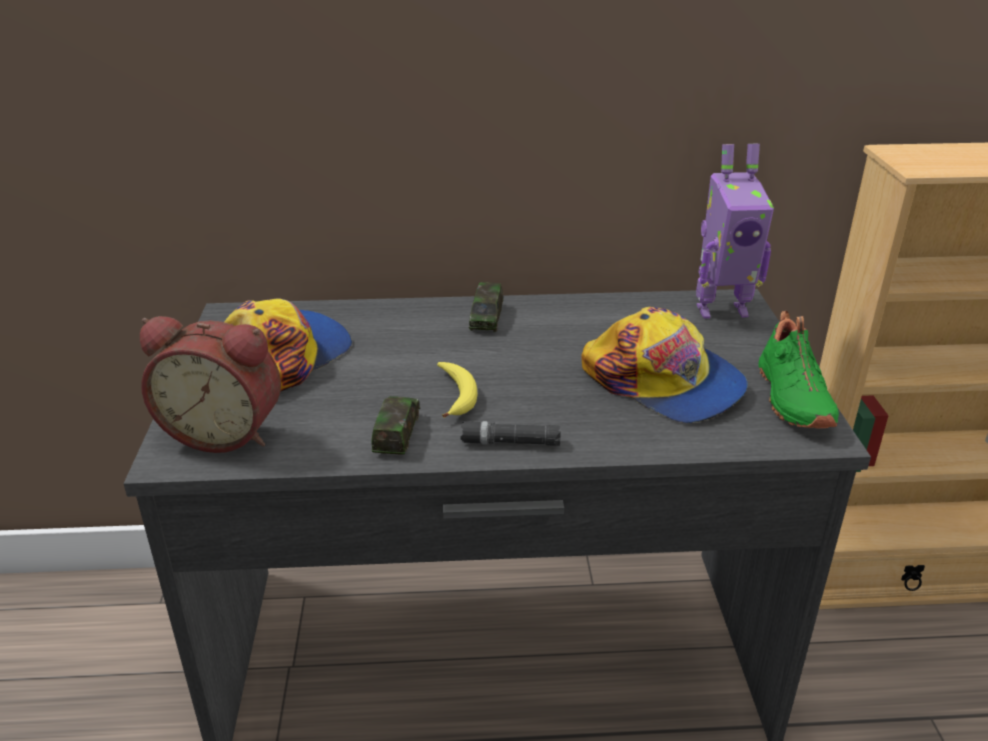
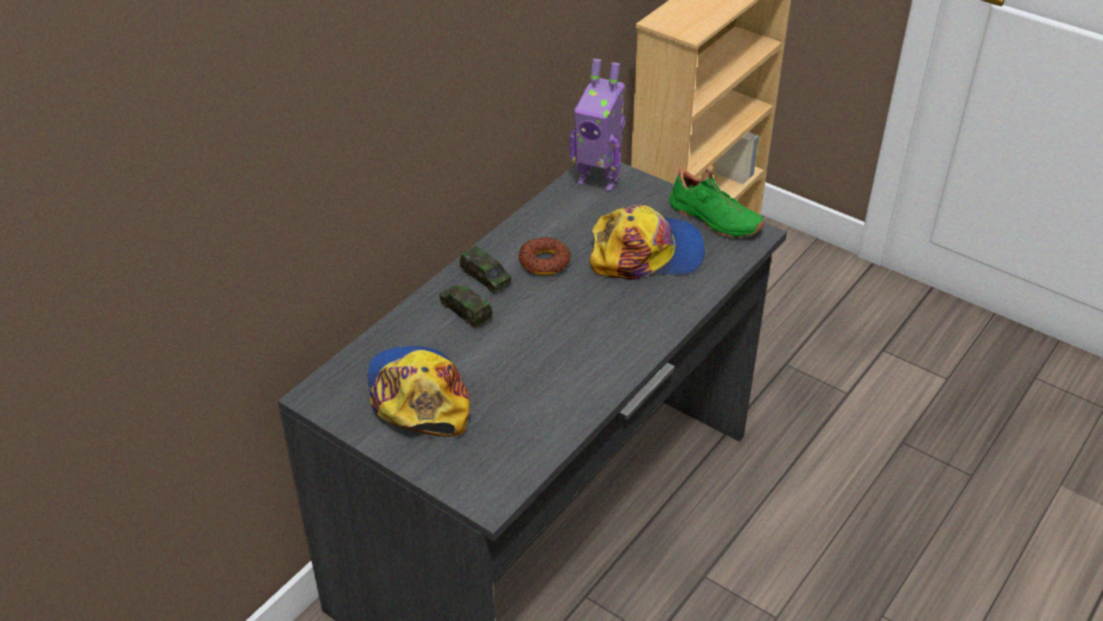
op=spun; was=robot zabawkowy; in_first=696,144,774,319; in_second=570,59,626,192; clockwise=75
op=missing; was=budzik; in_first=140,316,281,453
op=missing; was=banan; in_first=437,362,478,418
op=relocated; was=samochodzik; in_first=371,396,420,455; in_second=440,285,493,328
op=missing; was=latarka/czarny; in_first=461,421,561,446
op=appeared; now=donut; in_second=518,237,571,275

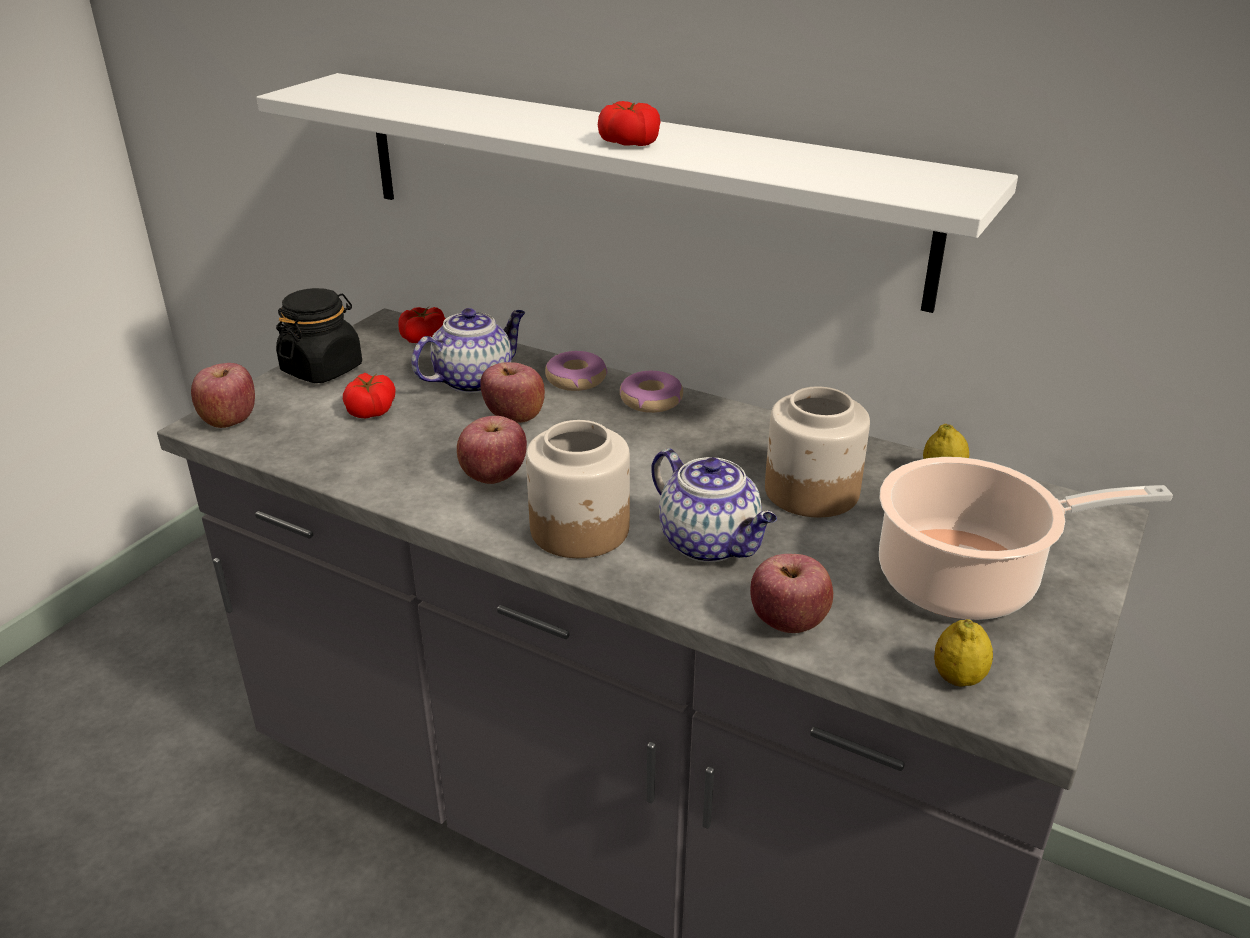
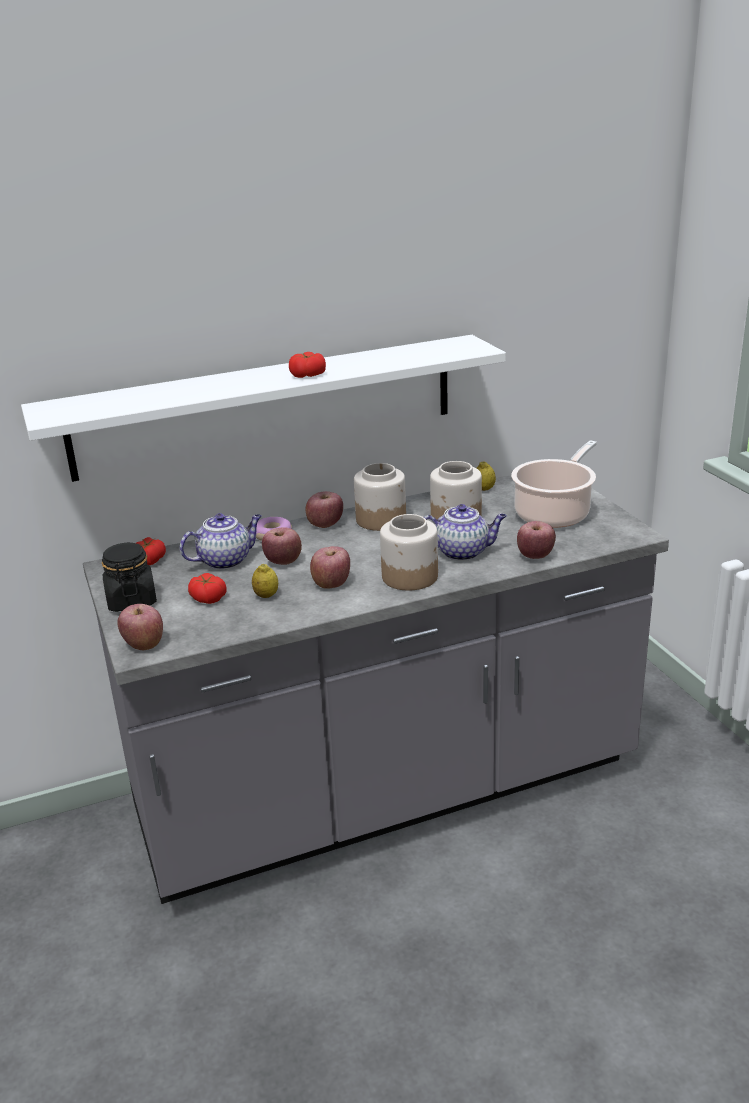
op=spun; was=imbryk; in_first=411,308,526,393; in_second=180,513,262,570; clockwise=60
op=exchanged; was=donut; now=jabłko; in_first=620,371,683,413; in_second=306,491,343,528
op=relocated; was=cytryna; in_first=934,619,993,687; in_second=252,564,278,598
op=appeared; now=słoik; in_second=354,463,406,531

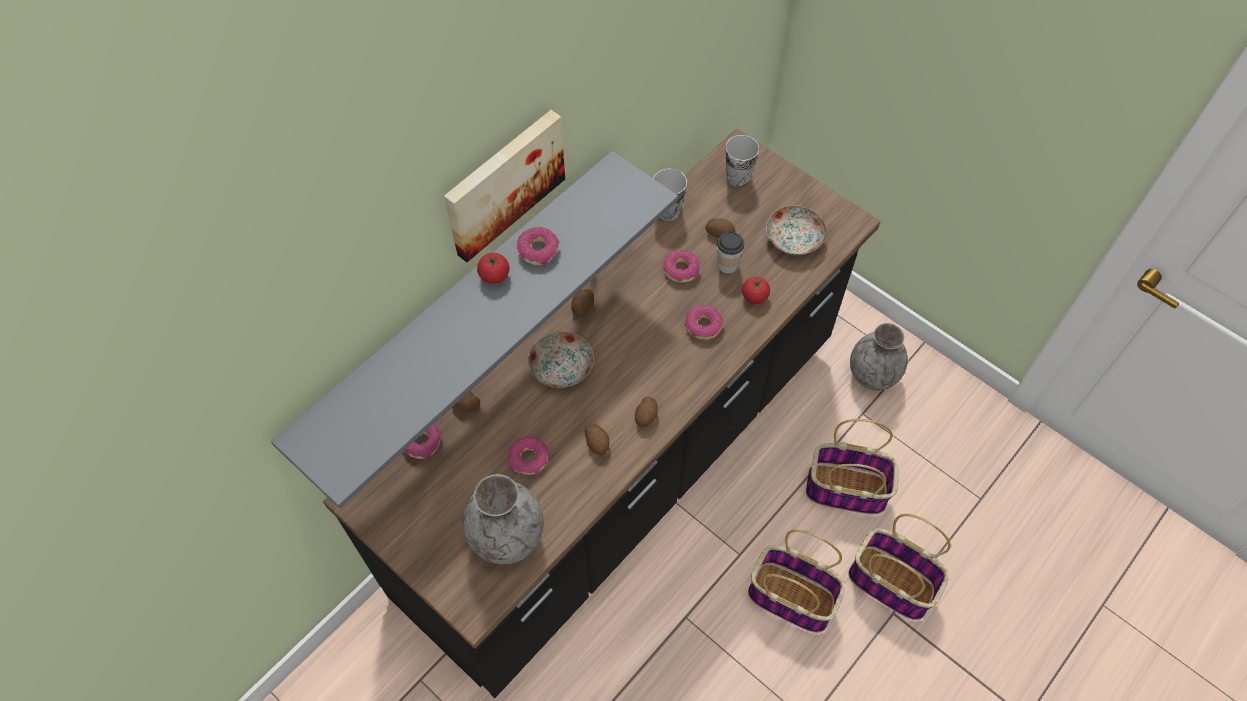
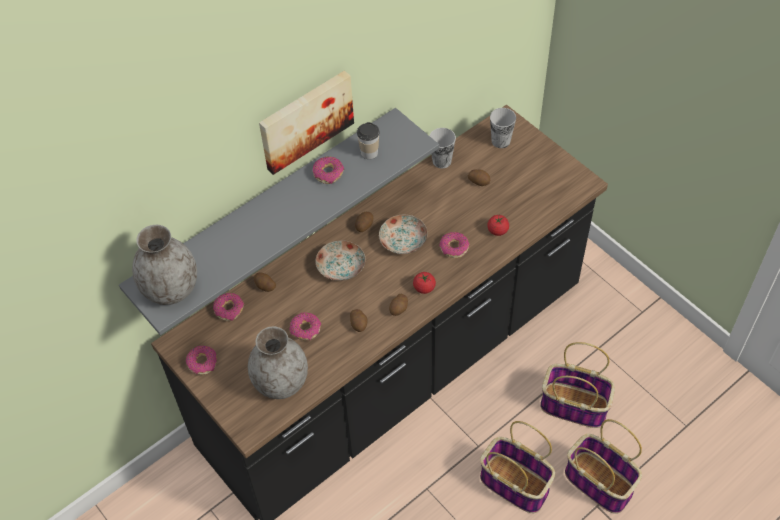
op=relocated; was=talerz; in_first=766,205,827,255; in_second=379,215,428,254
op=relocated; was=filiżanka; in_first=717,232,744,274; in_second=357,122,379,159
op=relocated; was=donut; in_first=663,250,700,283; in_second=186,346,217,375
op=relocated; was=pomidor; in_first=477,253,510,284; in_second=413,272,436,294
op=relocated; was=wazon/szary; in_first=850,323,908,390; in_second=132,225,197,305

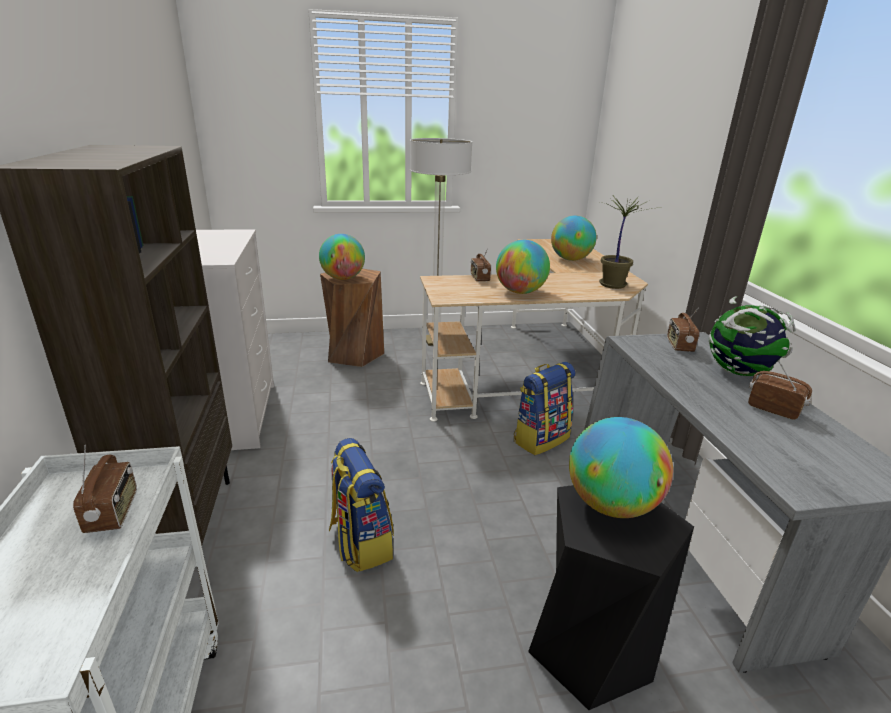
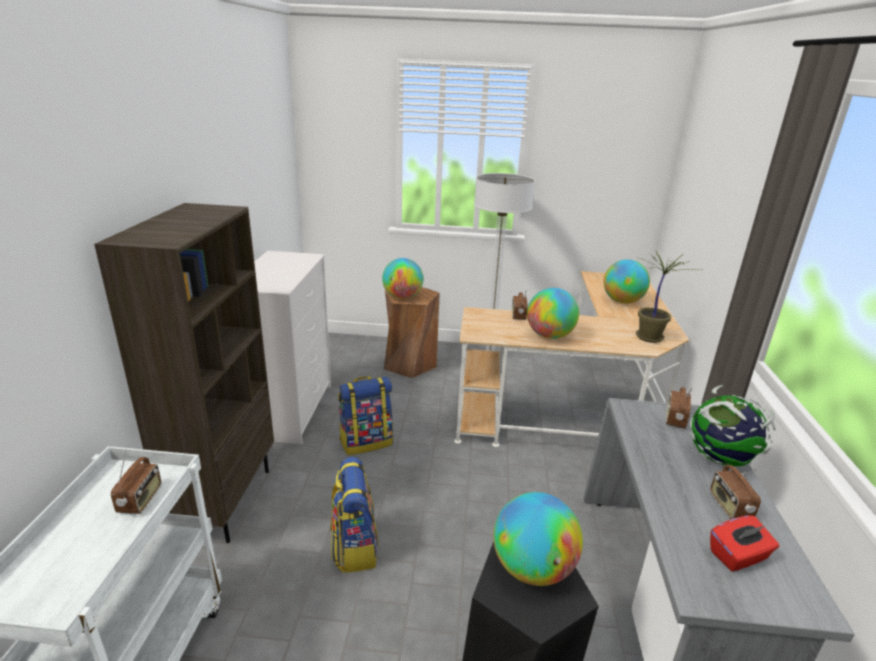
op=spun; was=radio; in_first=748,361,812,420; in_second=710,465,761,519; clockwise=-150
op=relocated; was=plecak; in_first=514,362,576,455; in_second=338,376,393,455
op=appeared; now=pudełko chusteczek/czerwony; in_second=710,515,779,572

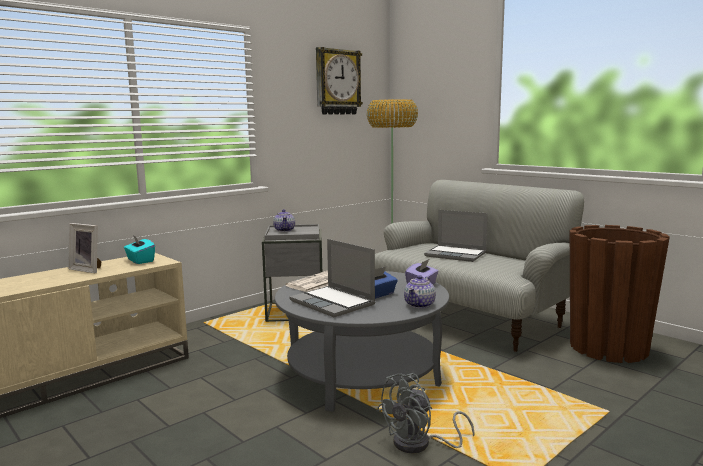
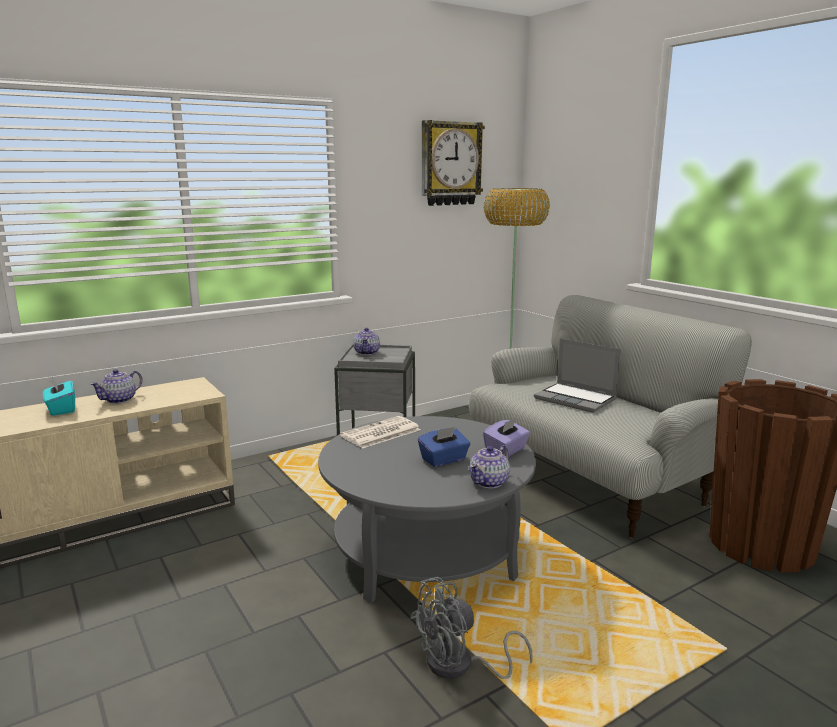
op=exchanged; was=ramka na zdjęcie; now=imbryk; in_first=68,223,102,273; in_second=90,369,143,404
op=relocated; was=pudełko chusteczek/turkusowy; in_first=124,235,155,264; in_second=43,376,75,416
op=missing; was=laptop; in_first=289,239,375,317

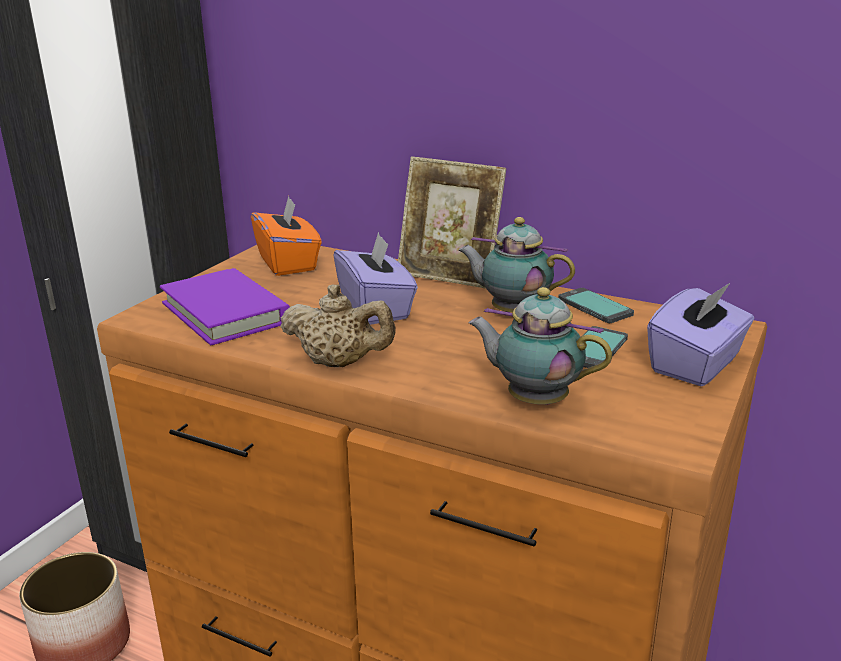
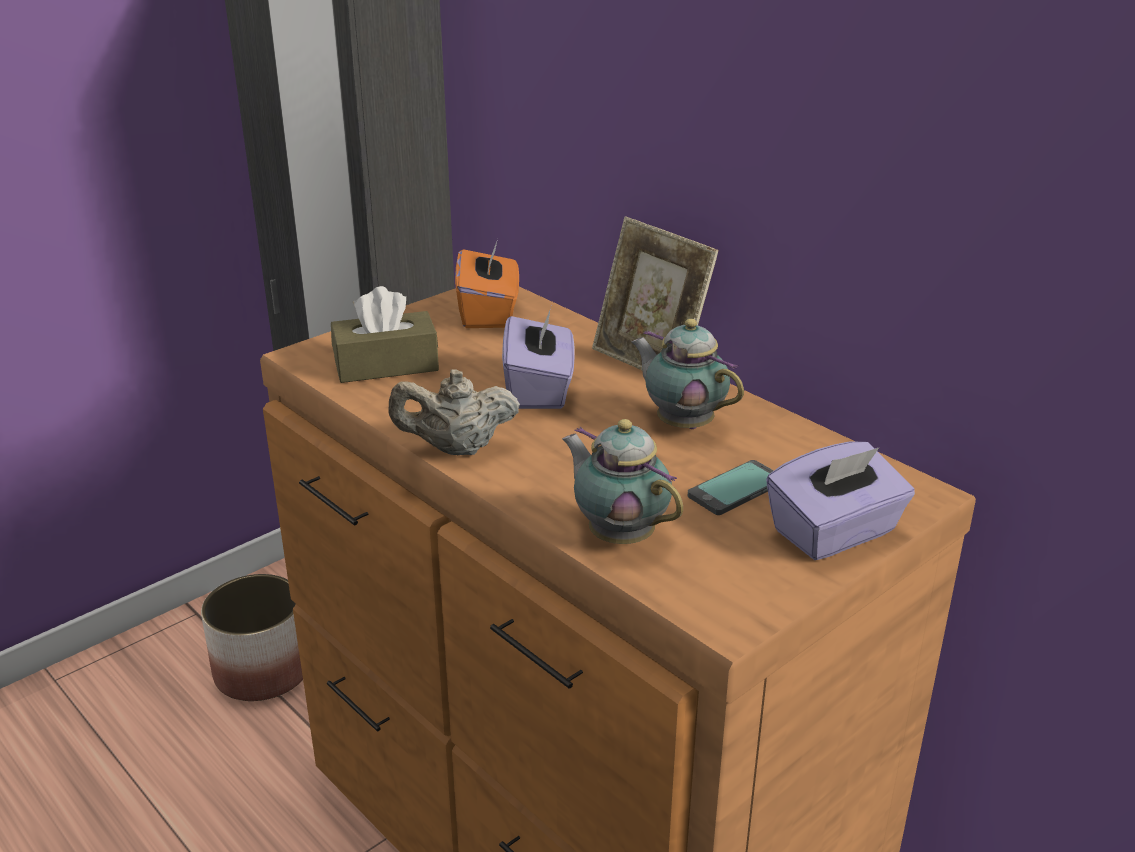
op=exchanged; was=książka/fioletowy; now=pudełko chusteczek/brązowy; in_first=160,268,290,345; in_second=331,286,439,383
op=spun; was=imbryk/beżowy; in_first=280,284,396,367; in_second=388,369,520,455; clockwise=135
op=missing; was=telefon; in_first=558,288,634,323

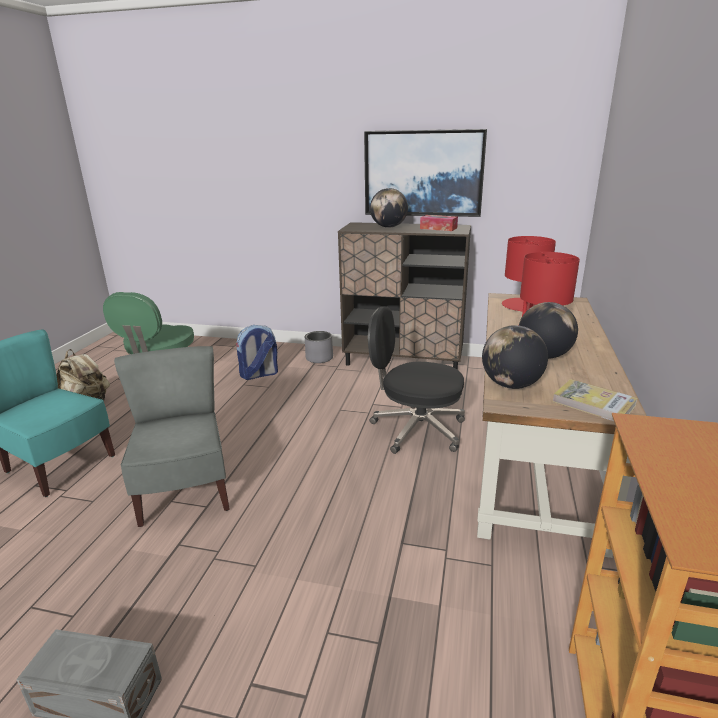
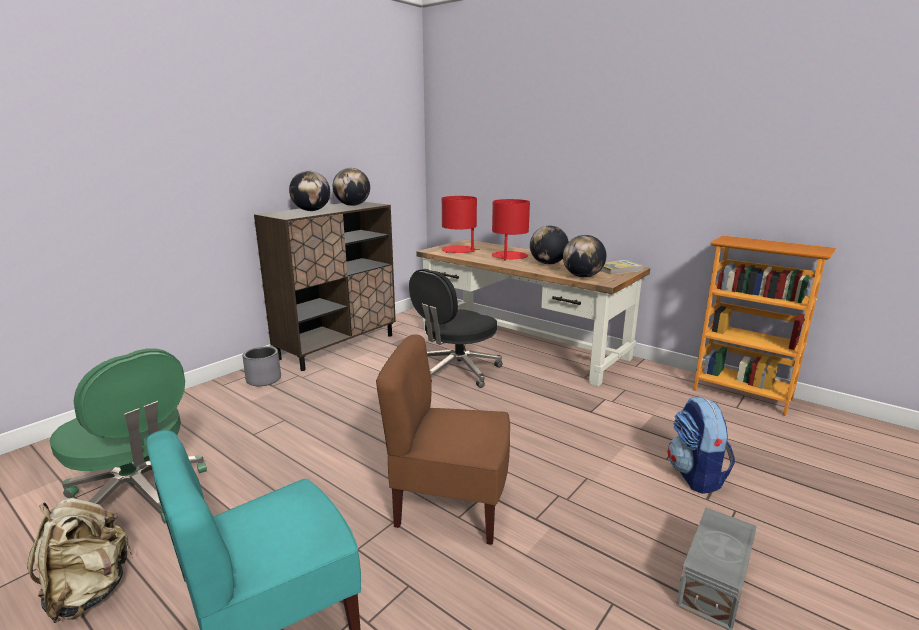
op=missing; was=obraz; in_first=364,129,487,217
op=exchanged; was=pudełko chusteczek; now=globus; in_first=420,215,458,231; in_second=333,168,370,206
op=relocated; was=plecak; in_first=236,325,278,380; in_second=668,397,735,494
op=colour; was=krzesło/szary; now=krzesło/brązowy; in_first=114,346,229,527; in_second=376,334,510,545

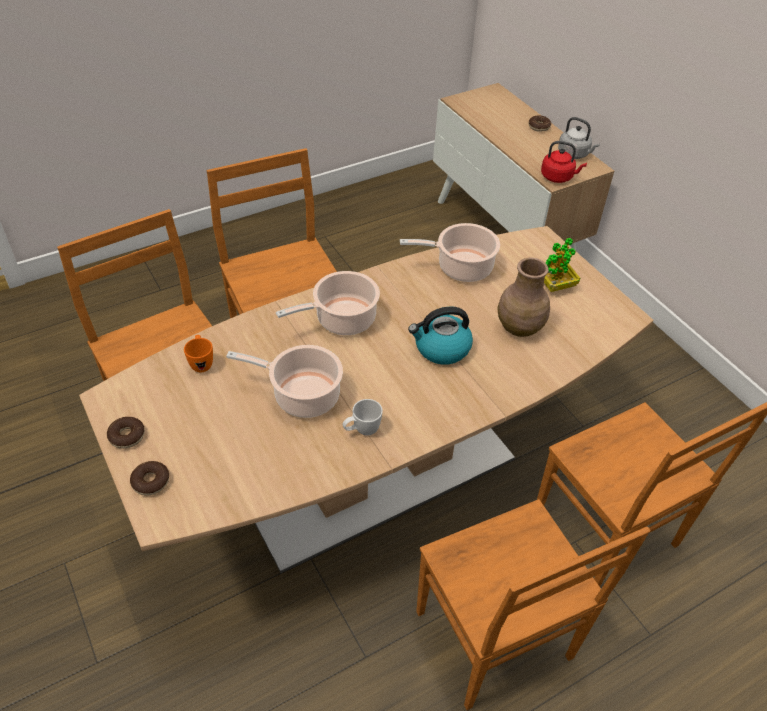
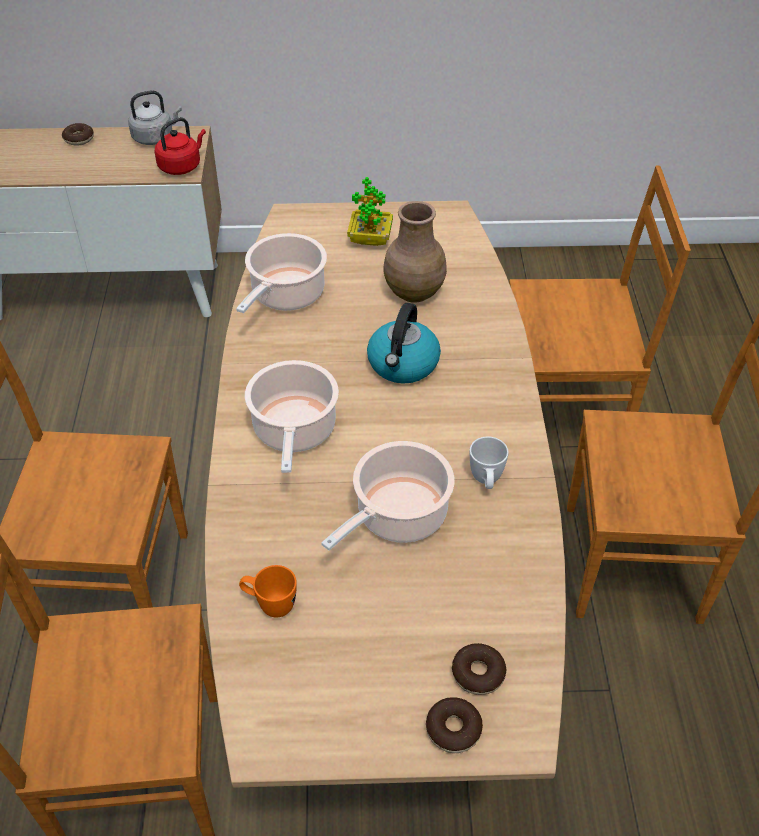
op=relocated; was=donut; in_first=107,417,145,448; in_second=452,643,507,695

